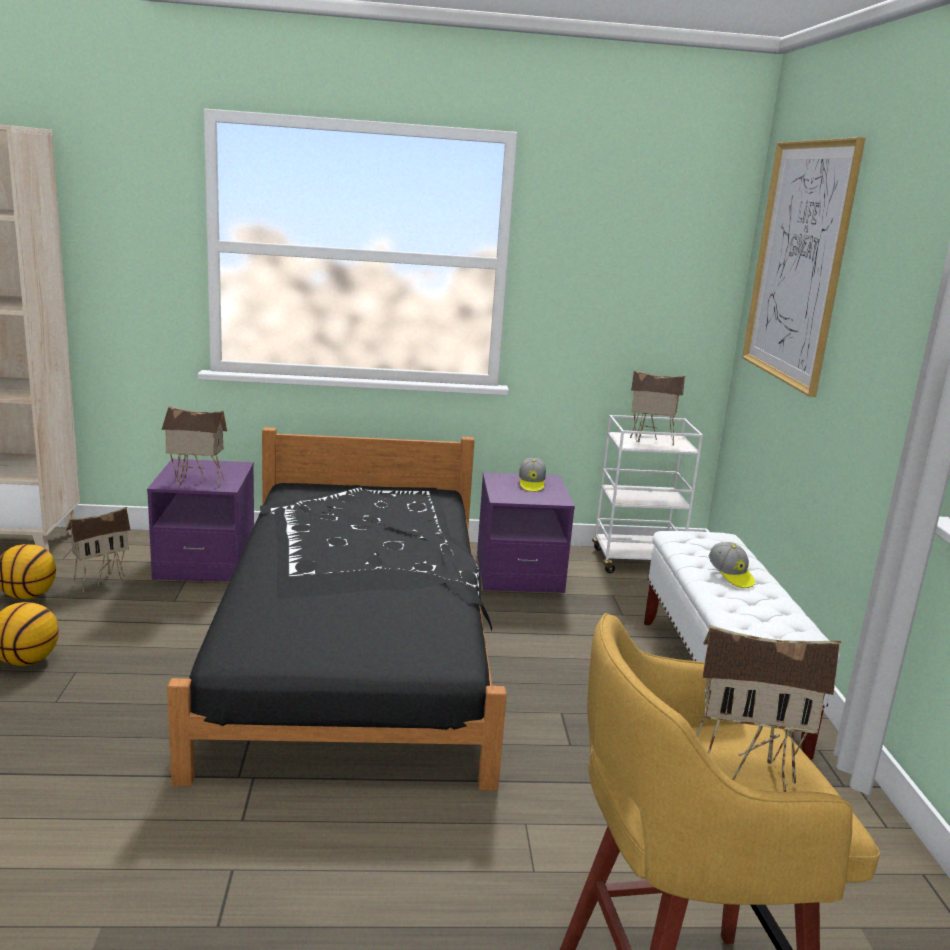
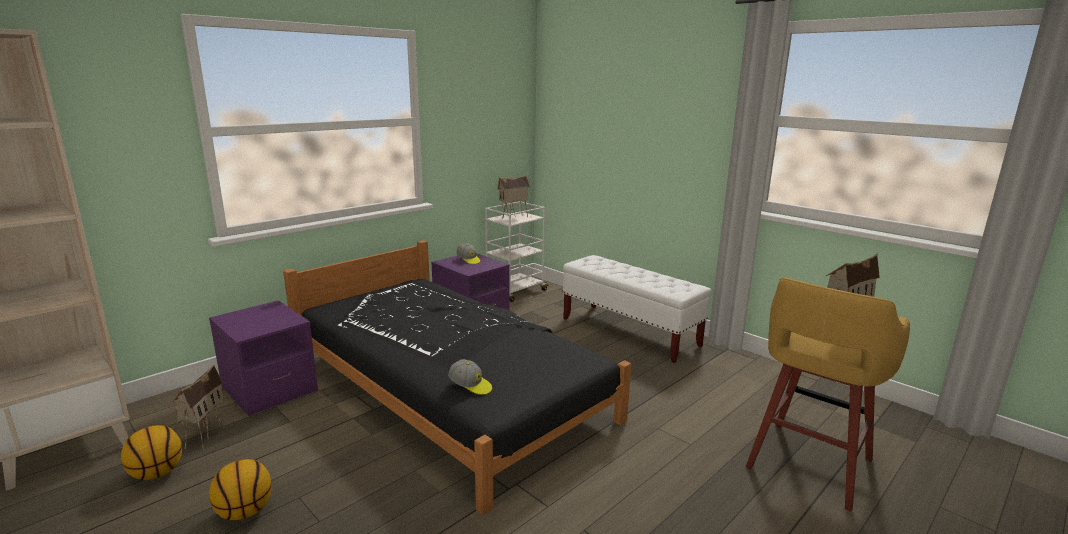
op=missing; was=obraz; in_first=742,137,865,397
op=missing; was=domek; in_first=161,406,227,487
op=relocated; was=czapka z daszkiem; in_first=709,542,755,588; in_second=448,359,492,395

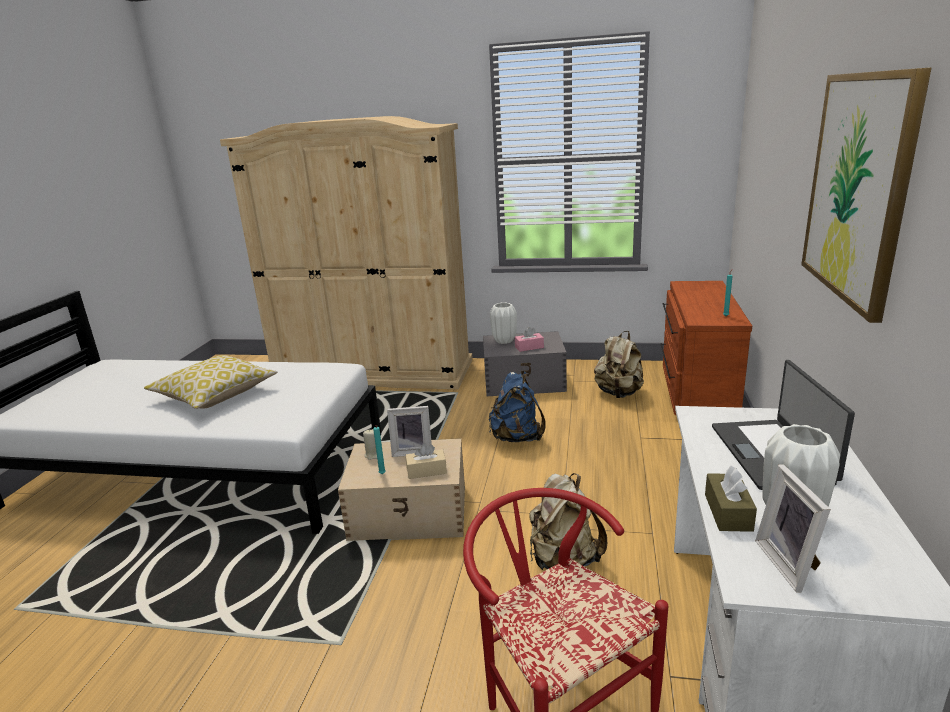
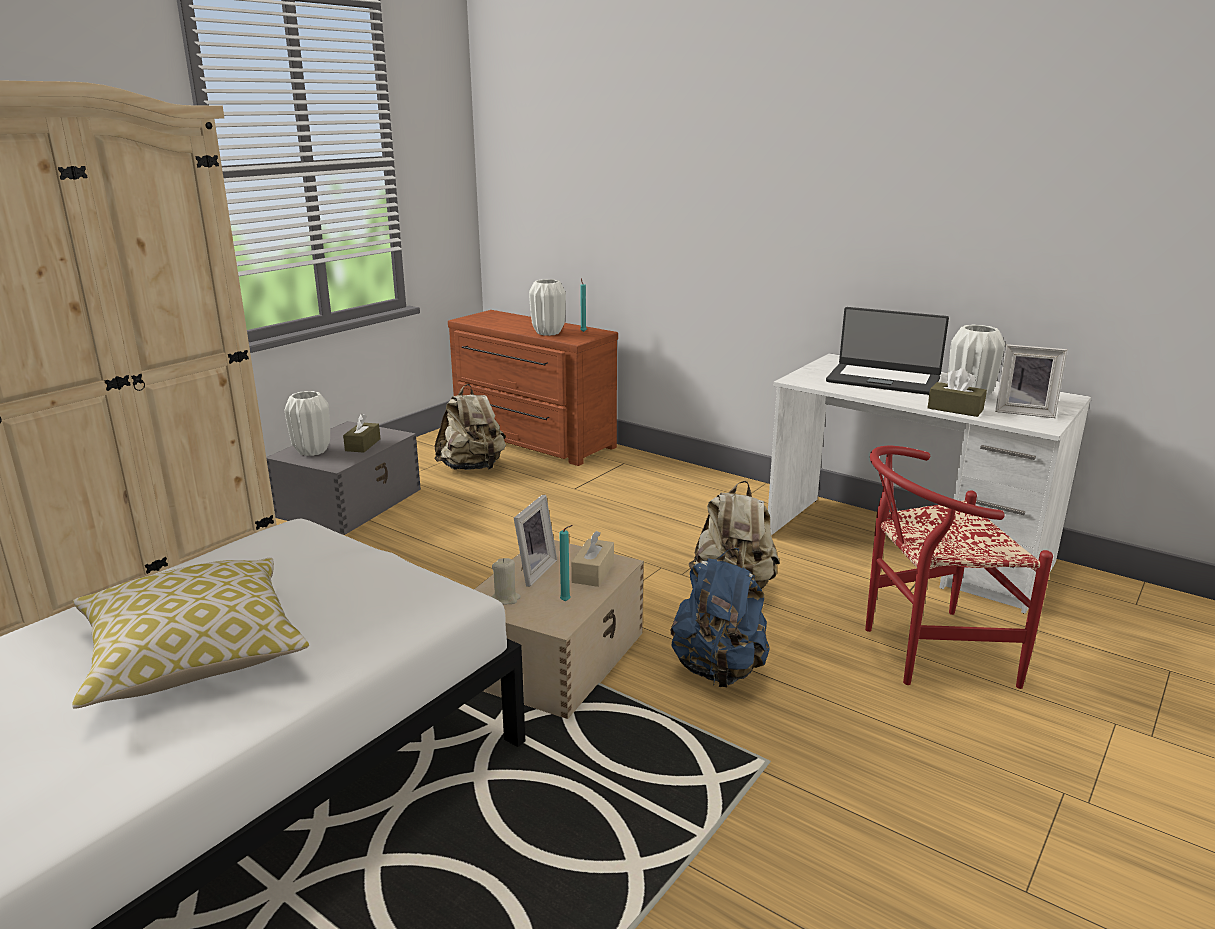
op=missing; was=obraz; in_first=801,68,931,323
op=colour; was=pudełko chusteczek/różowy; now=pudełko chusteczek/brązowy; in_first=515,327,544,352; in_second=343,414,381,453
op=relocated; was=plecak/niebieski; in_first=489,371,546,442; in_second=671,548,770,687
op=appeared; now=wazon/biały; in_second=529,279,566,336

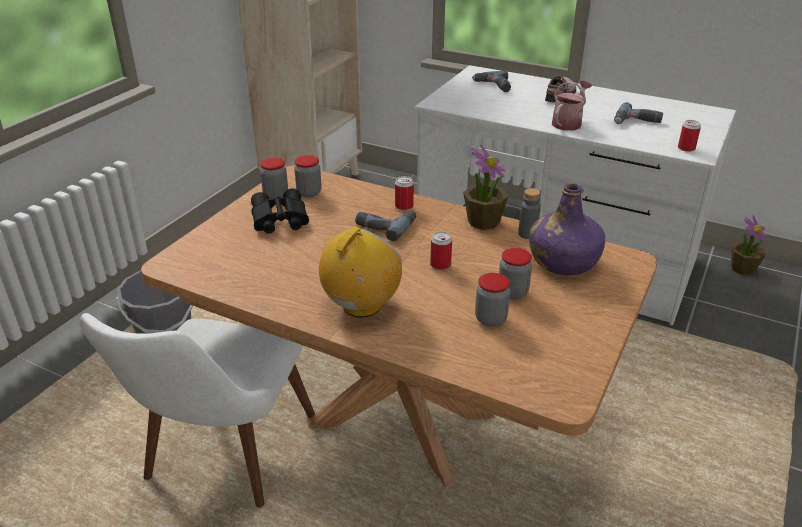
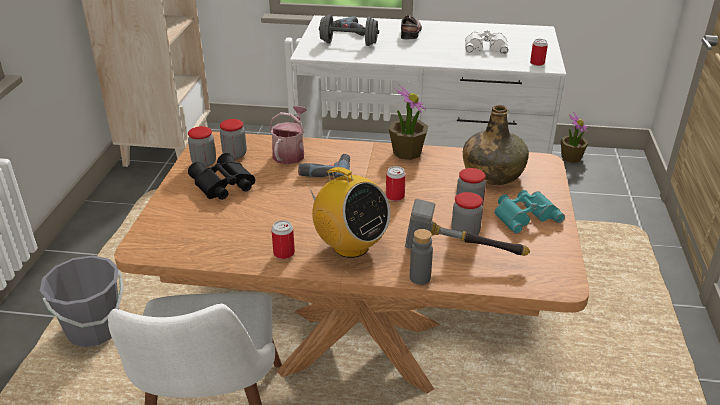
op=relocated; was=konewka; in_first=552,81,592,130; in_second=269,106,307,164
op=exchanged; was=wiertarka; now=lornetka/biały; in_first=614,102,663,124; in_second=465,30,508,54
op=relocated; was=puszka; in_first=395,176,414,210; in_second=271,220,295,259
op=colour; was=butelka/fioletowy; now=butelka/zielony; in_first=529,183,605,275; in_second=463,105,529,185
op=relocated; was=butelka/szary; in_first=518,188,541,239; in_second=410,229,433,285
op=spun; was=radio; in_first=319,226,402,317; in_second=306,167,390,258; clockwise=120
op=appeared; now=hantel/szary; in_second=319,14,379,46
op=appeared; now=lornetka/turkusowy; in_second=494,190,565,234
op=appeared; now=młotek; in_second=405,199,530,256

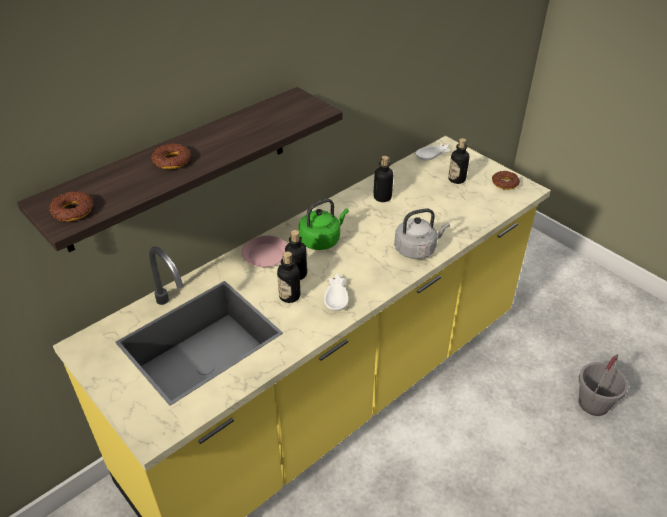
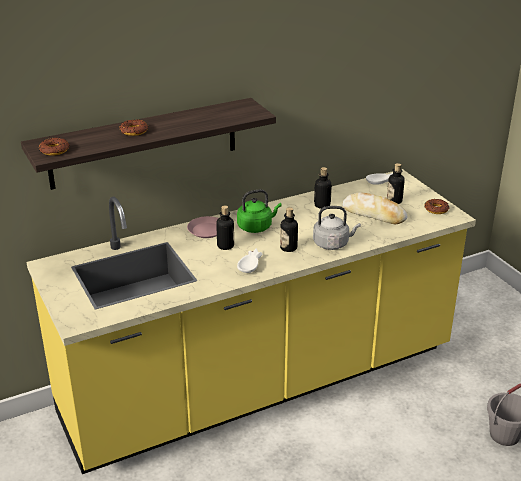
op=relocated; was=butelka; in_first=277,251,300,303; in_second=280,207,298,252
op=appeared; now=chleb; in_second=342,192,408,224

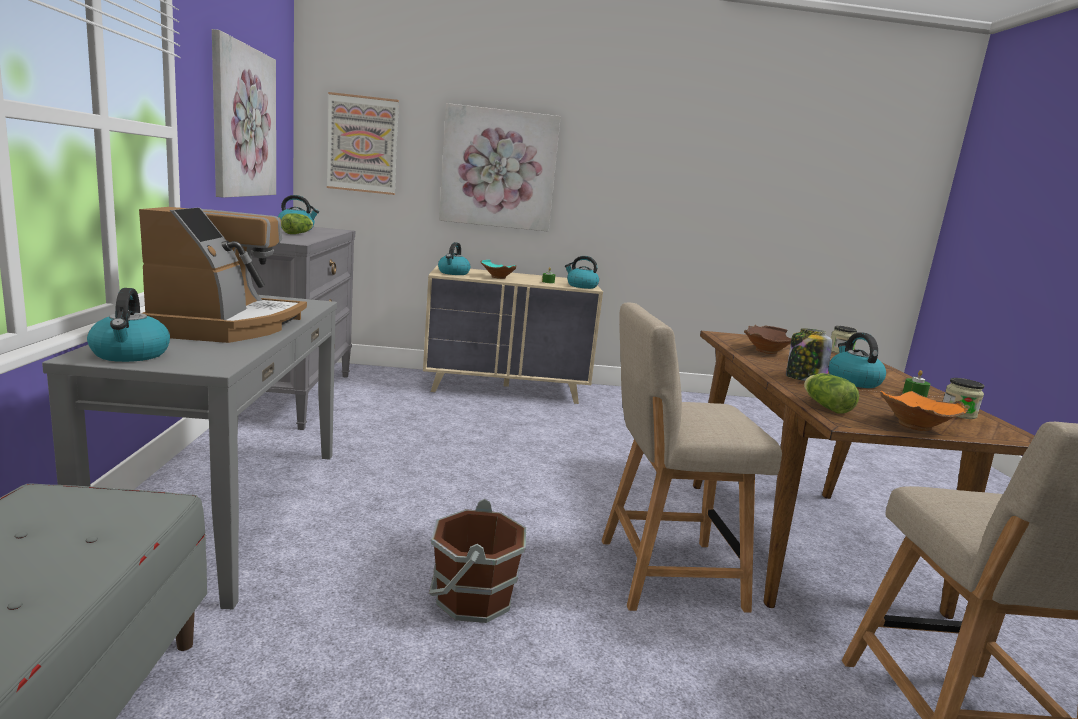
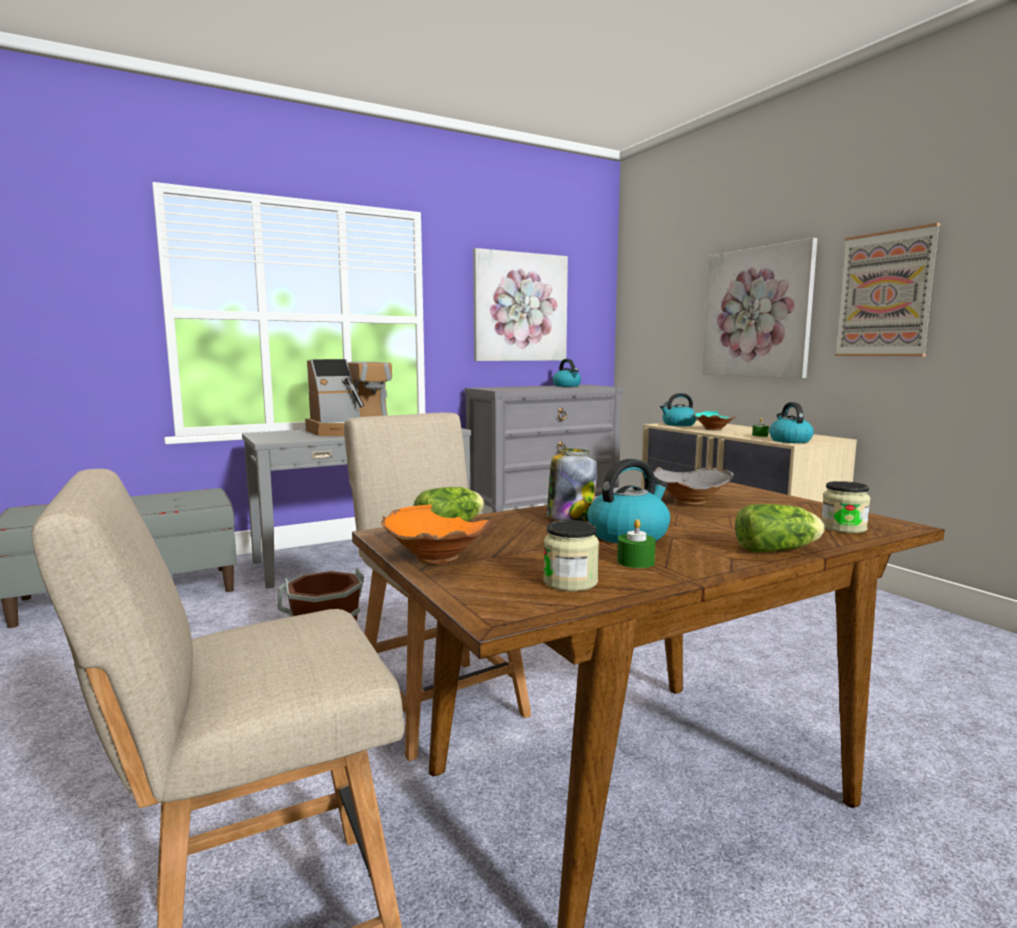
op=relocated; was=obraz; in_first=327,92,399,195; in_second=835,223,940,356
op=relocated; was=sałata; in_first=281,213,313,234; in_second=735,504,825,552
op=missing; was=czajnik; in_first=87,288,170,362
op=colour; was=miska/brązowy; now=miska/szary; in_first=744,325,792,354; in_second=653,467,734,505

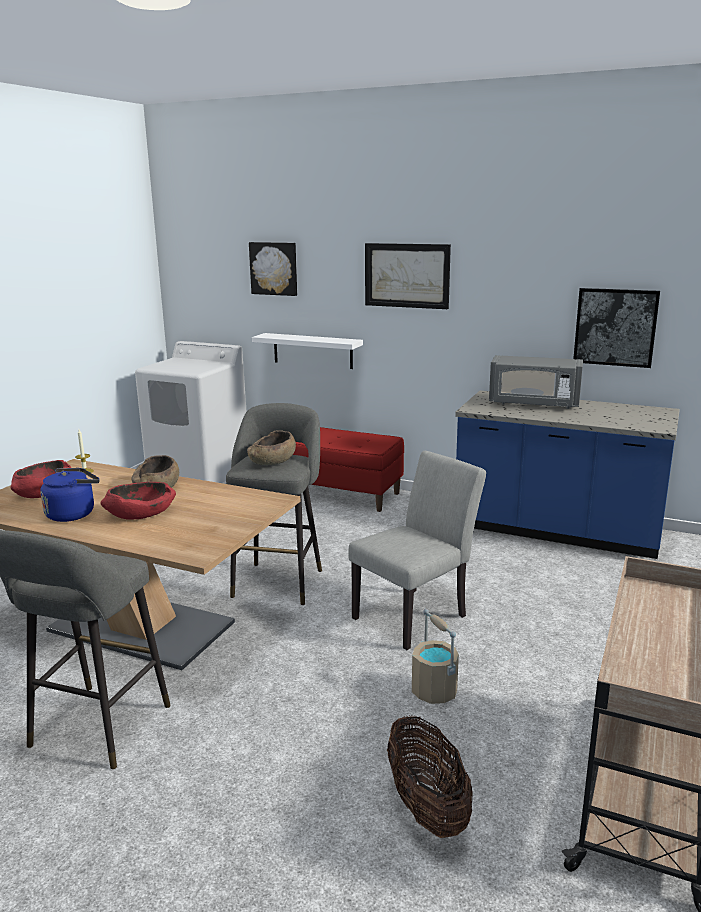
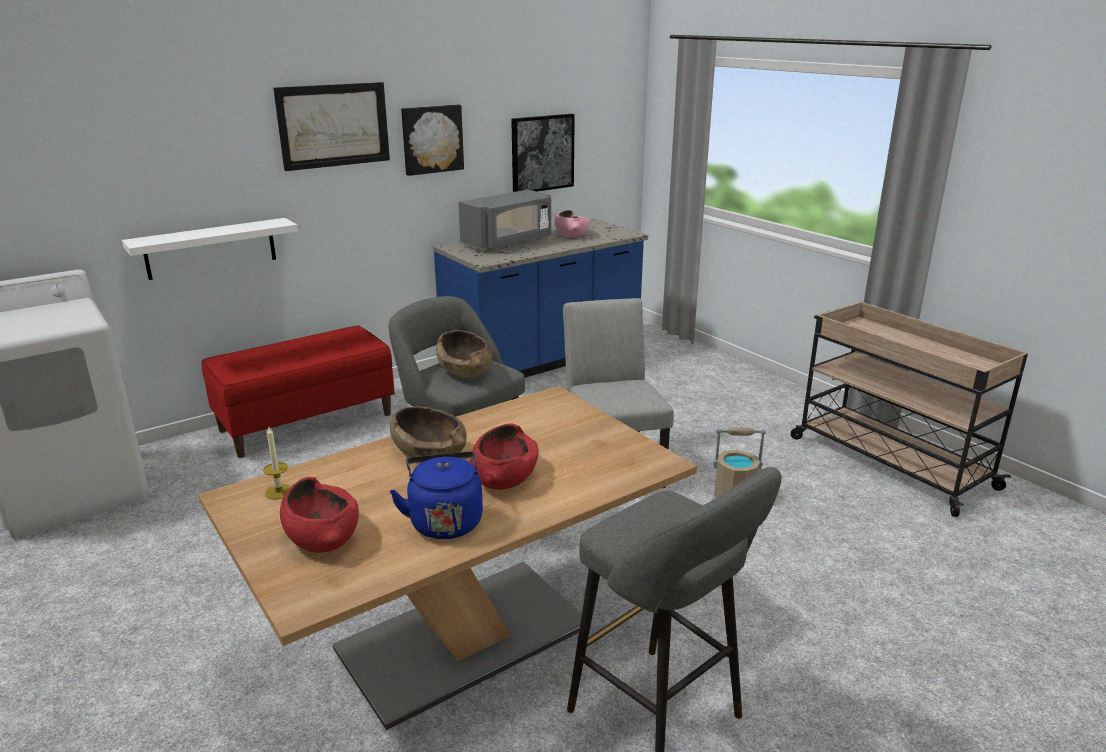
op=relocated; was=obraz; in_first=249,242,297,296; in_second=401,105,464,176
op=missing; was=koszyk; in_first=387,716,473,838
op=appeared; now=miska/różowy; in_second=555,209,590,237

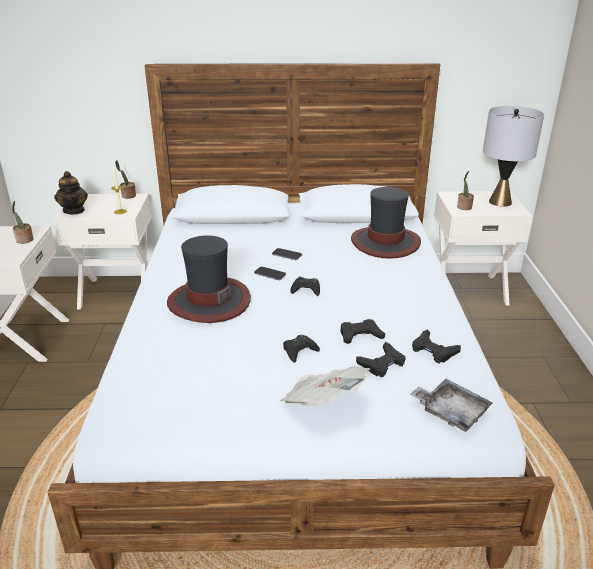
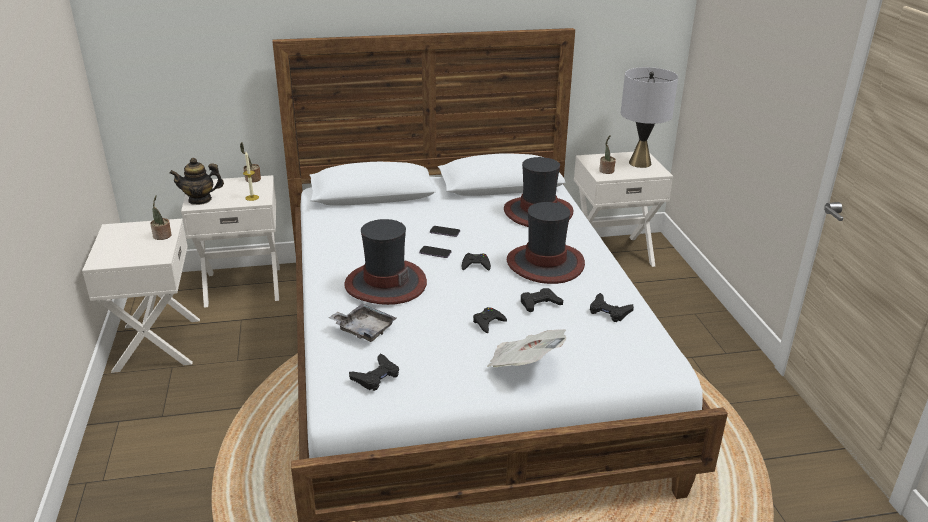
op=spun; was=imbryk; in_first=54,171,88,214; in_second=169,158,224,205; clockwise=105
op=relocated; was=pad do gier/czarny; in_first=356,342,406,377; in_second=349,354,399,391
op=relocated; was=taca/szary; in_first=410,379,493,432; in_second=329,303,397,342
op=appeared; now=kapelusz; in_second=507,202,585,284

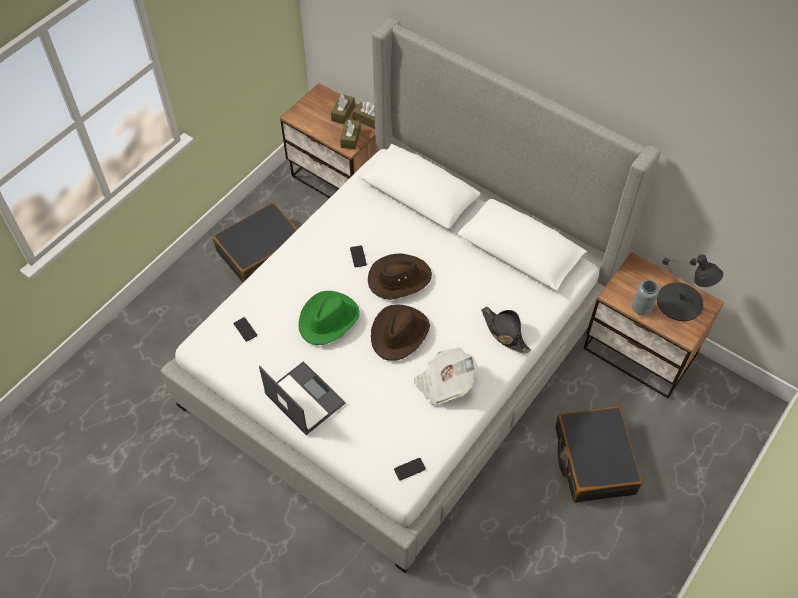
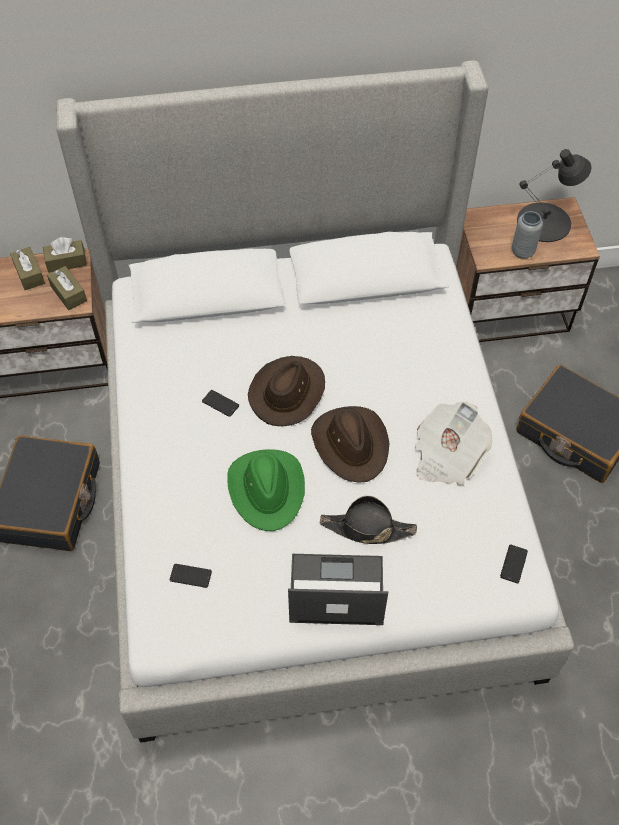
op=relocated; was=kapelusz/czarny; in_first=481,307,531,354; in_second=320,496,417,544

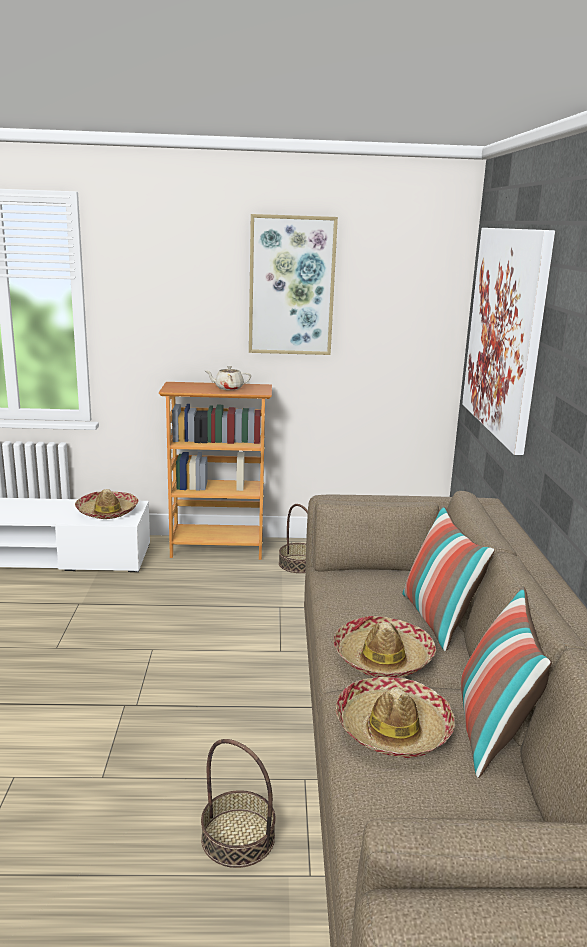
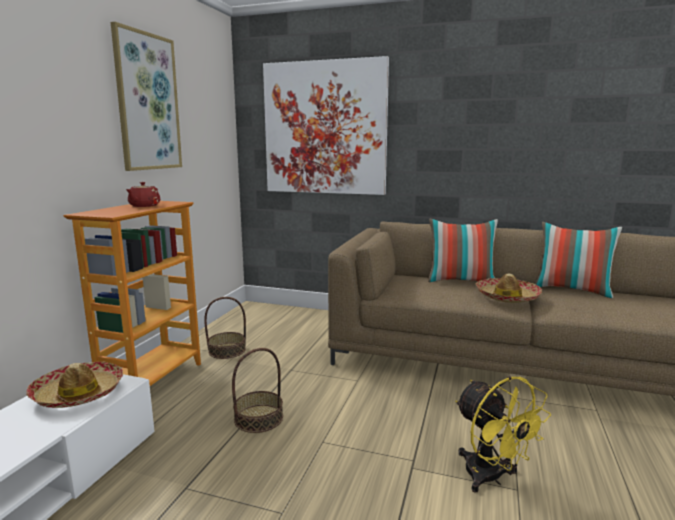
op=colour; was=imbryk/beżowy; now=imbryk/czerwony; in_first=206,366,251,390; in_second=126,182,160,207
op=missing; was=kapelusz; in_first=335,677,455,758
op=relocated; was=koszyk; in_first=201,739,276,868; in_second=232,348,283,433
op=appeared; now=wentylator/żółty; in_second=455,376,551,492

